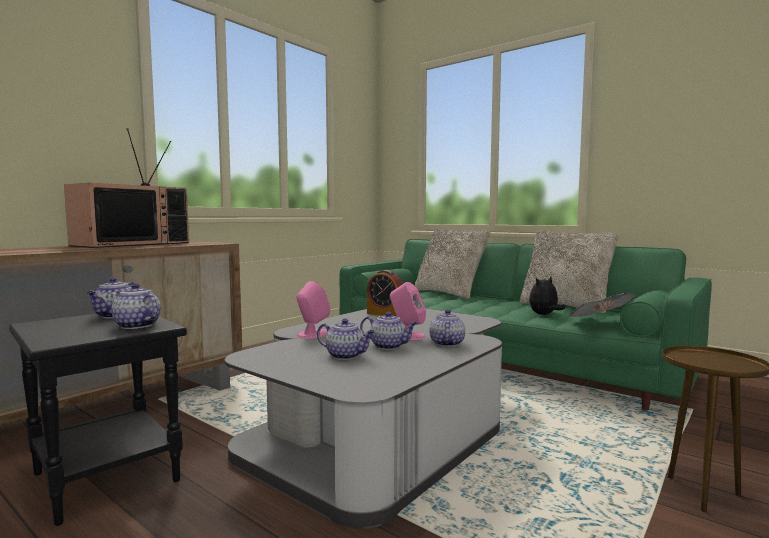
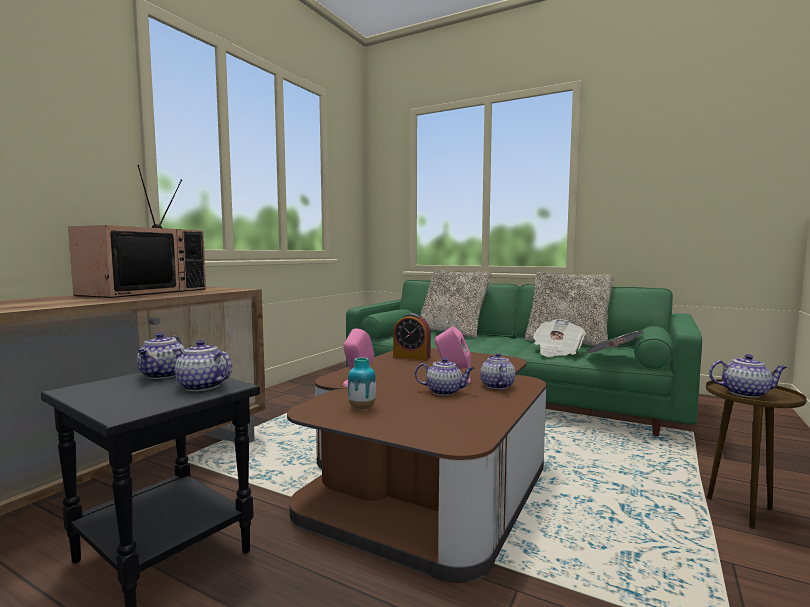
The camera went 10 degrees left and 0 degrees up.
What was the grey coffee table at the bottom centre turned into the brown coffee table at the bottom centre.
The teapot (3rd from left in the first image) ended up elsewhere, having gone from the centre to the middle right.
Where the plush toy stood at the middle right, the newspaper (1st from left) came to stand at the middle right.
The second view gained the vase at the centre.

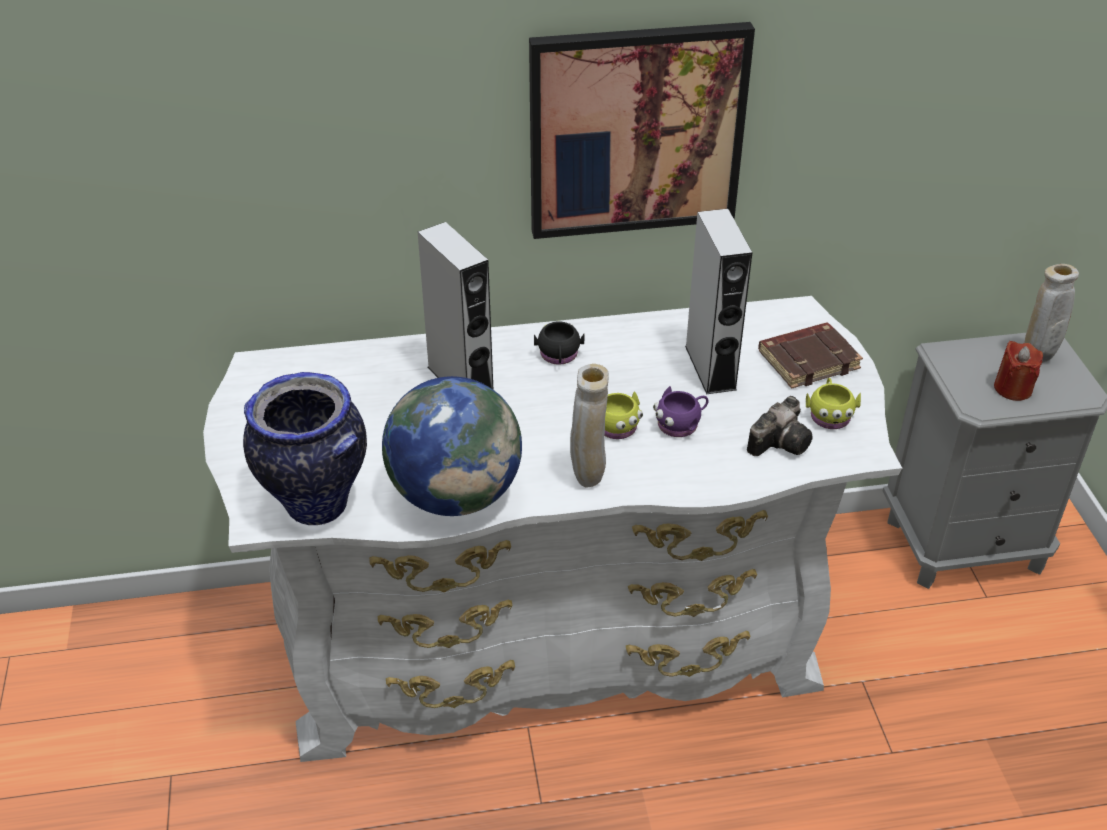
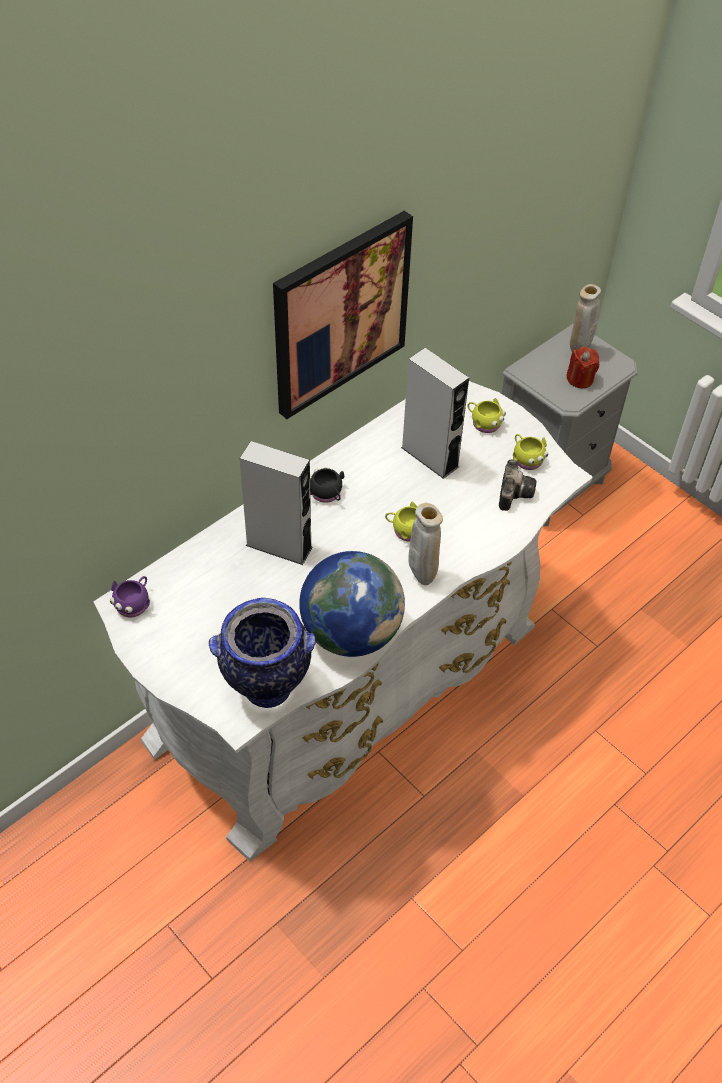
The camera went 35 degrees left and 10 degrees up.
The purple mug ended up elsewhere, having gone from the centre to the middle left.
Where the brown book stood at the middle right, the yellow mug (2nd from left) came to stand at the middle right.

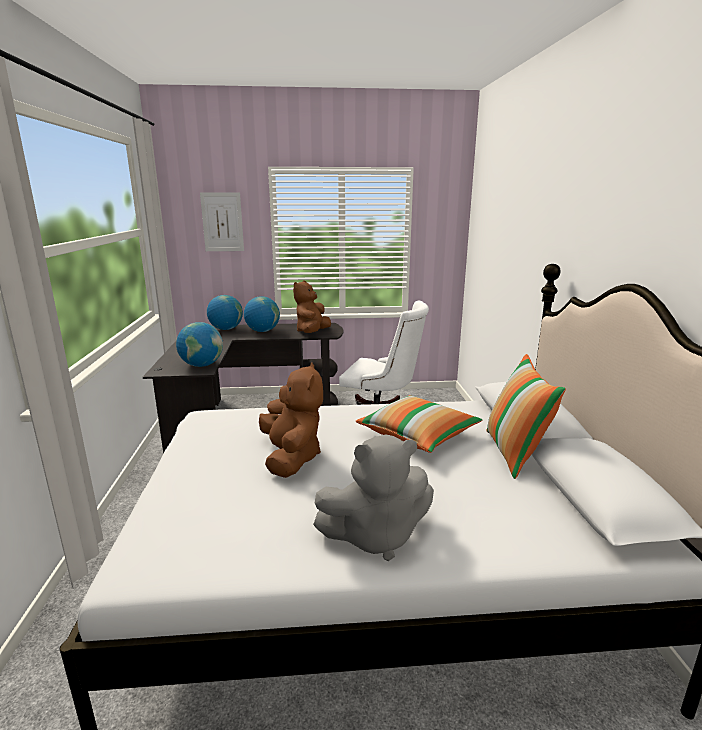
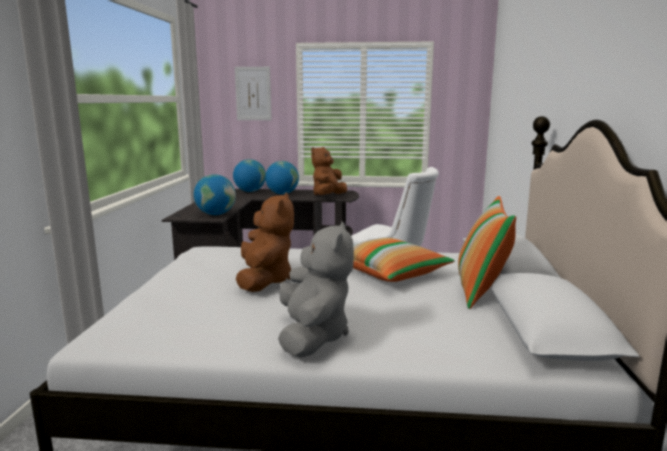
The camera went 10 degrees right and 5 degrees down.
The grey plush toy at the bottom centre ended up facing another way, 90 degrees counterclockwise from before.

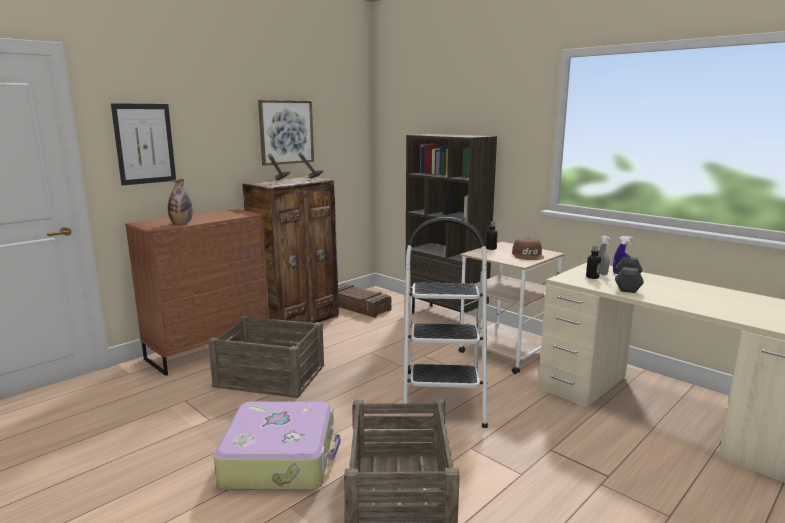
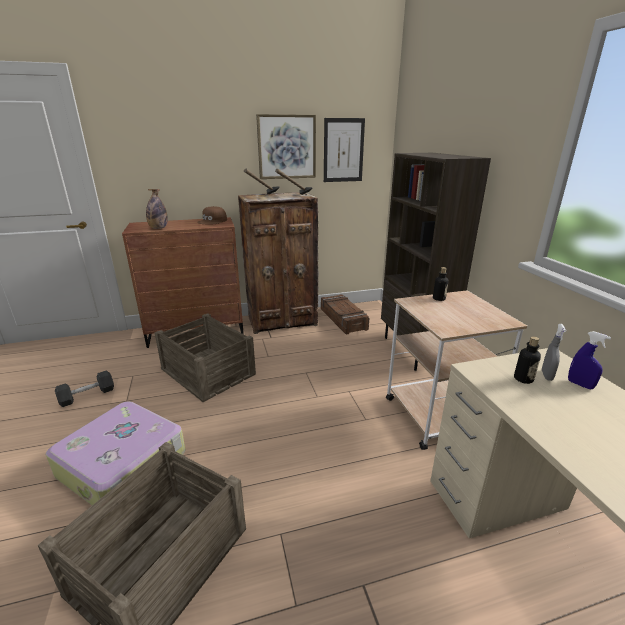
The camera went 30 degrees right and 10 degrees up.
The picture (1st from left in the first image) ended up elsewhere, having gone from the top left to the top centre.
The second view lost the step ladder at the centre.
The brown cap ended up elsewhere, having gone from the middle right to the centre.
The grey dumbbell ended up elsewhere, having gone from the middle right to the middle left.

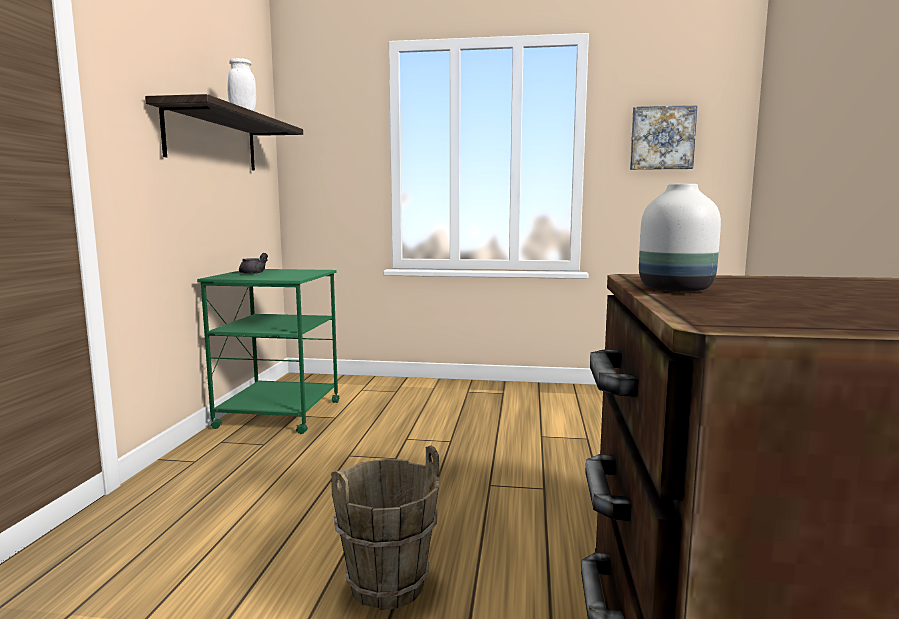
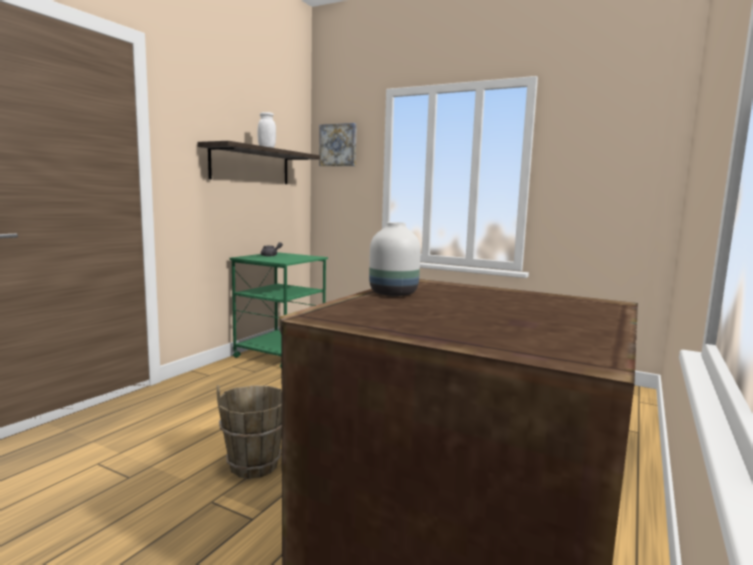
The camera went 20 degrees right and 0 degrees up.
The picture ended up elsewhere, having gone from the top right to the top centre.

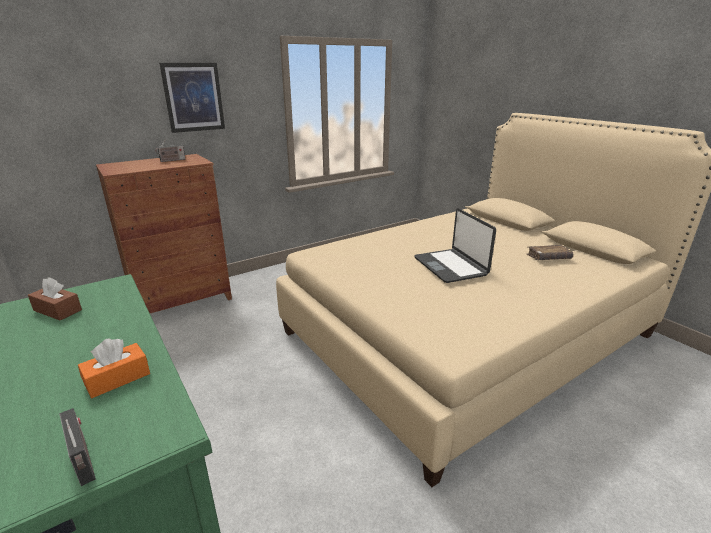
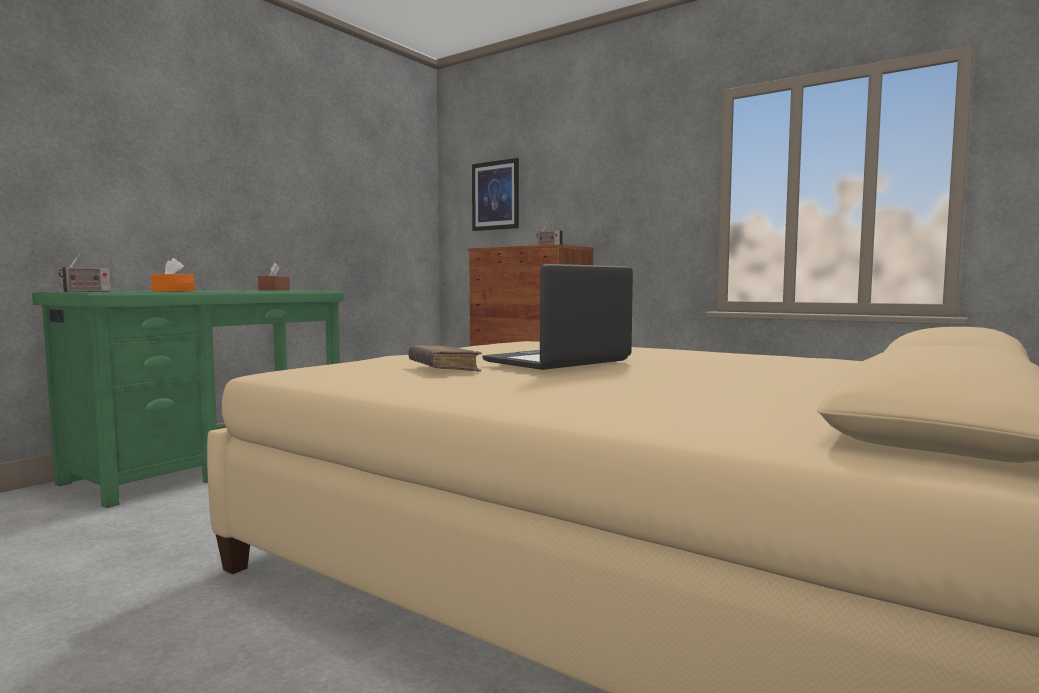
The camera went 70 degrees right and 20 degrees down.
The picture ended up elsewhere, having gone from the top left to the top centre.
The brown book ended up elsewhere, having gone from the middle right to the centre.

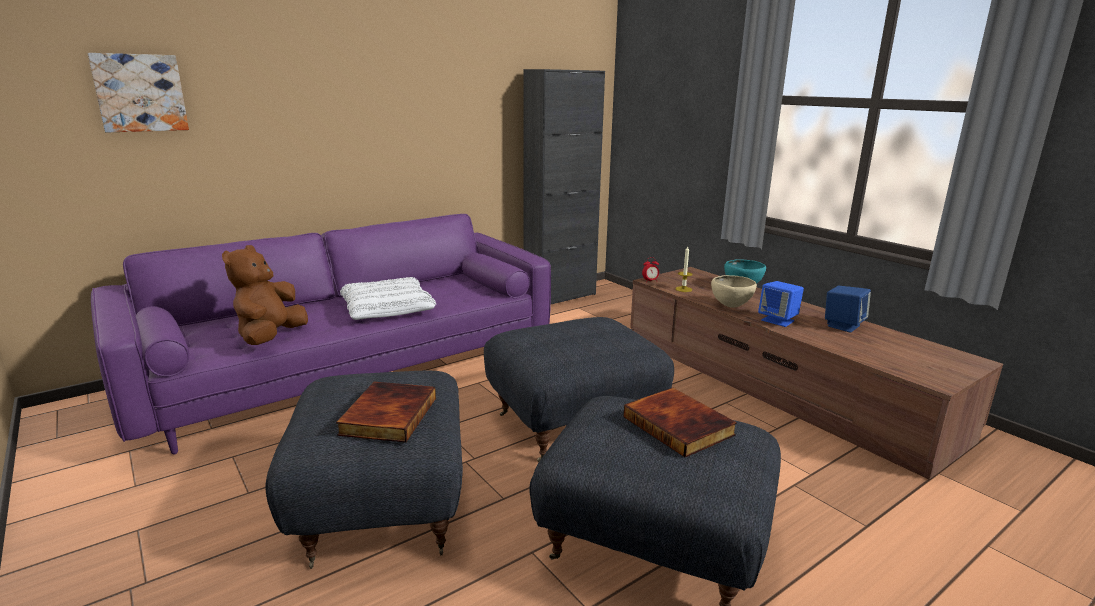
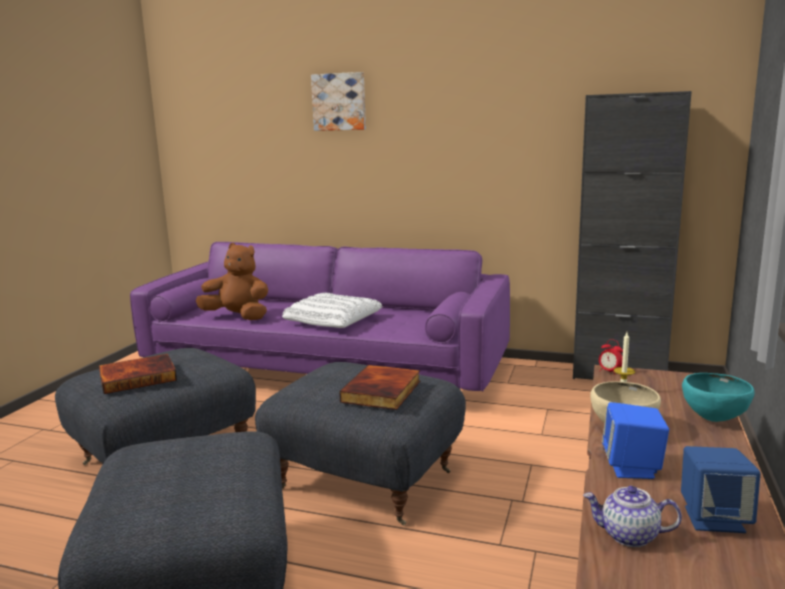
The camera went 55 degrees right and 5 degrees down.
The picture ended up elsewhere, having gone from the top left to the top centre.
The brown plush toy at the middle left ended up facing another way, 45 degrees clockwise from before.
The book (2nd from left) ended up elsewhere, having gone from the bottom centre to the centre.
The second view gained the teapot at the bottom right.

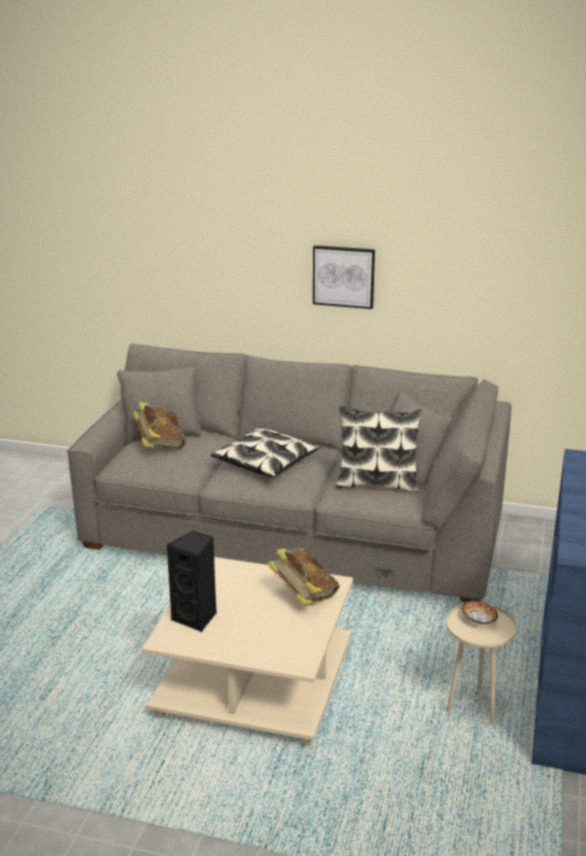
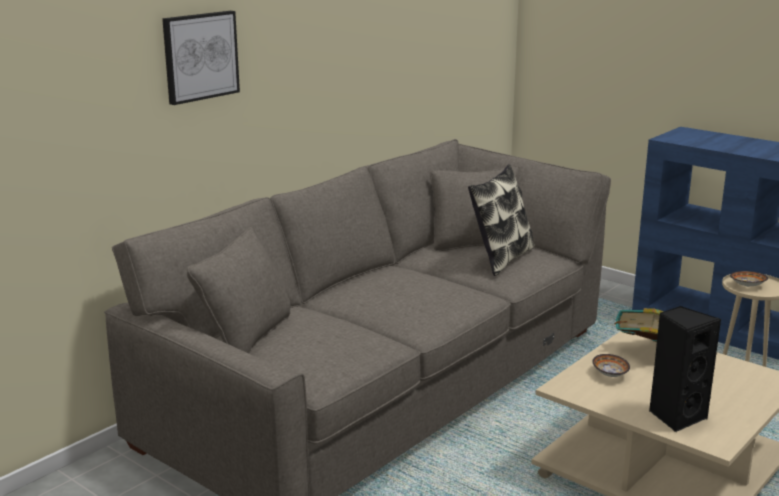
The camera went 65 degrees left and 5 degrees down.
The second view lost the book (1st from left) at the middle left.
The second view lost the pillow (1st from left) at the centre.
The picture ended up elsewhere, having gone from the top centre to the top left.
The second view gained the bowl (1st from left) at the bottom right.

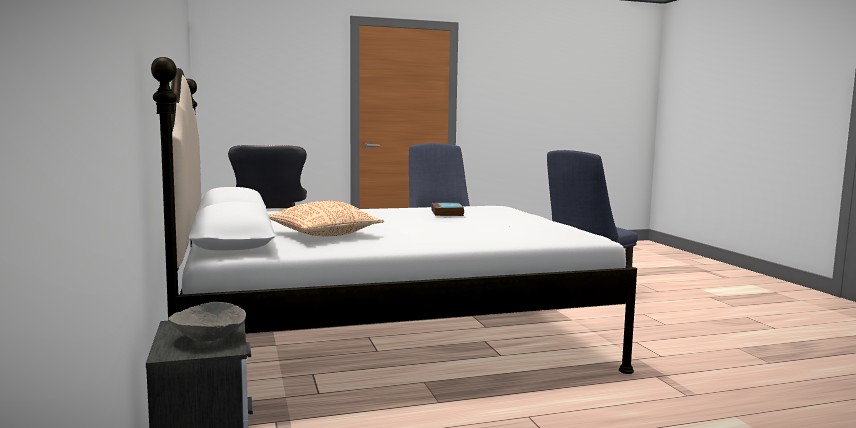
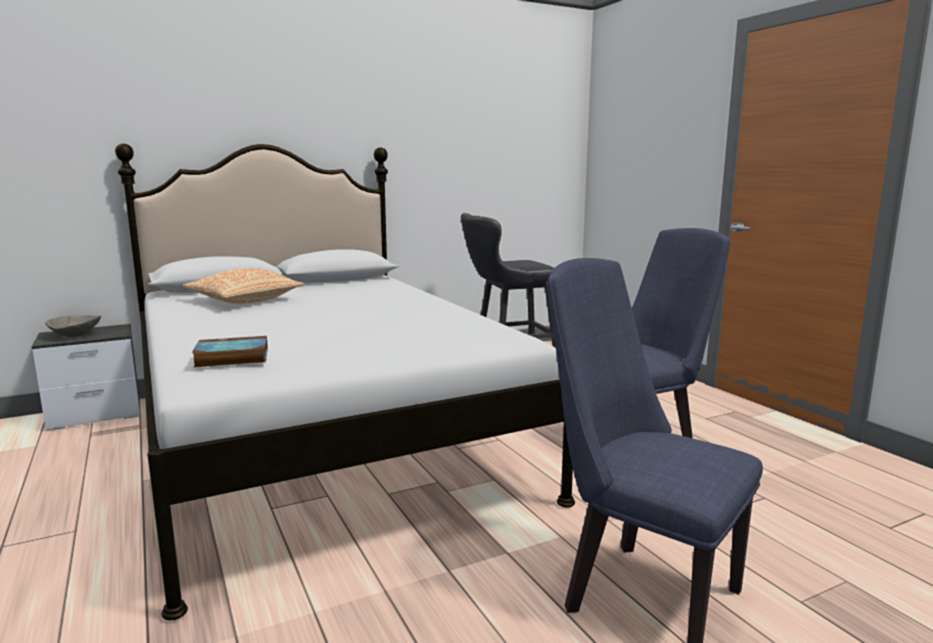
The camera went 80 degrees right and 5 degrees up.
The book ended up elsewhere, having gone from the centre to the middle left.

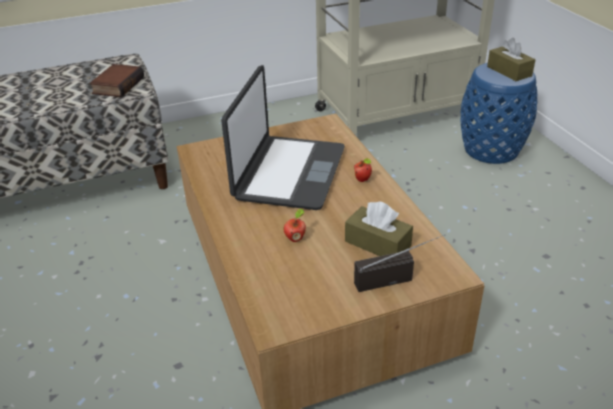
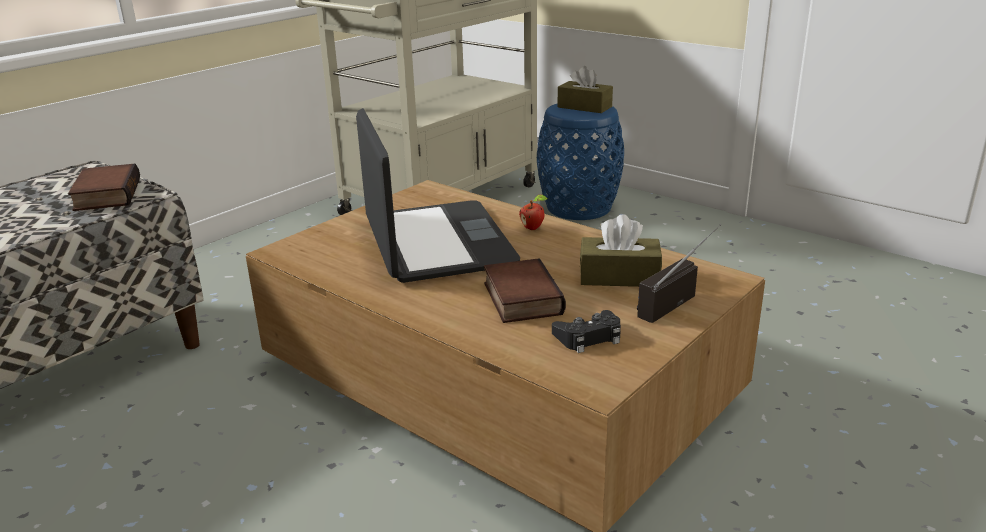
The camera went 30 degrees left and 10 degrees down.
Where the apple (1st from left) stood at the centre, the book (2nd from left) came to stand at the centre.
The second view gained the black game controller at the centre.

